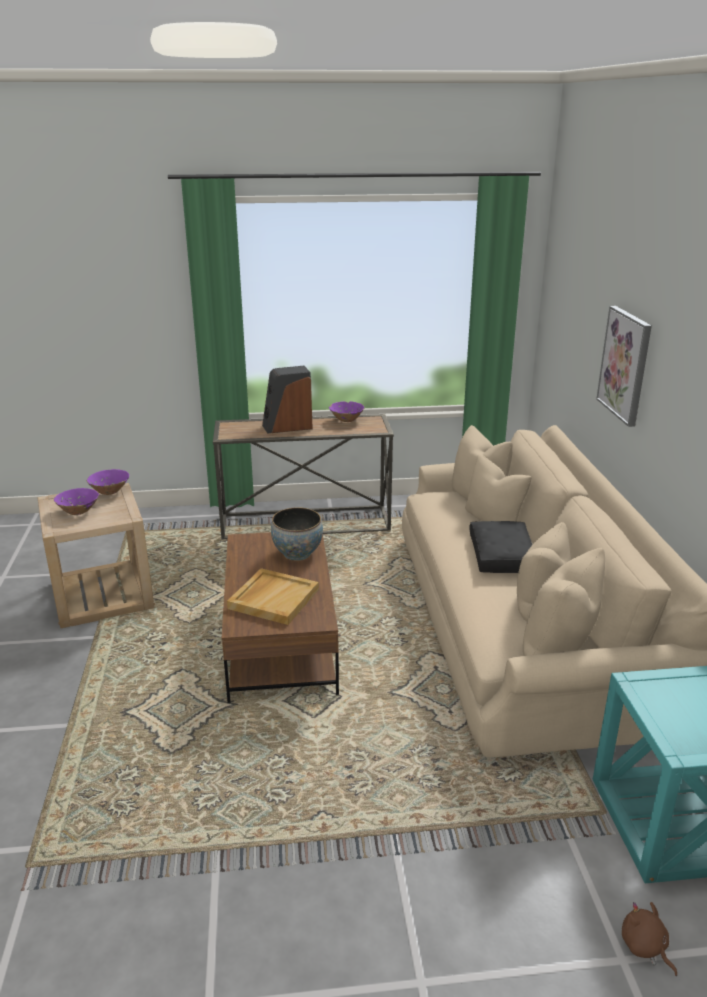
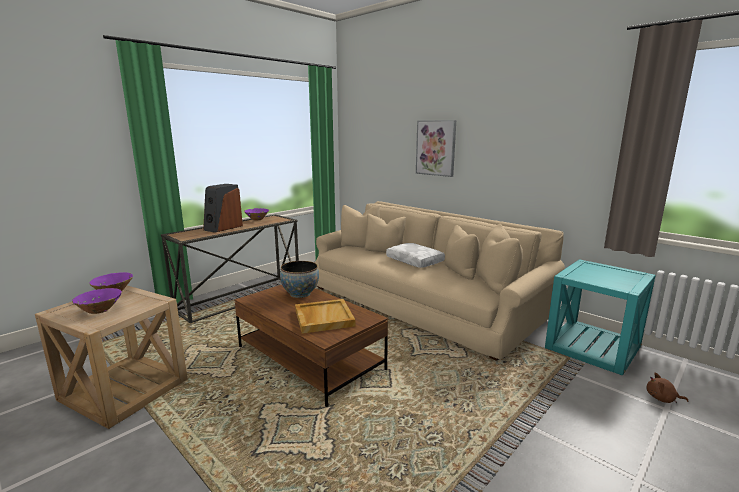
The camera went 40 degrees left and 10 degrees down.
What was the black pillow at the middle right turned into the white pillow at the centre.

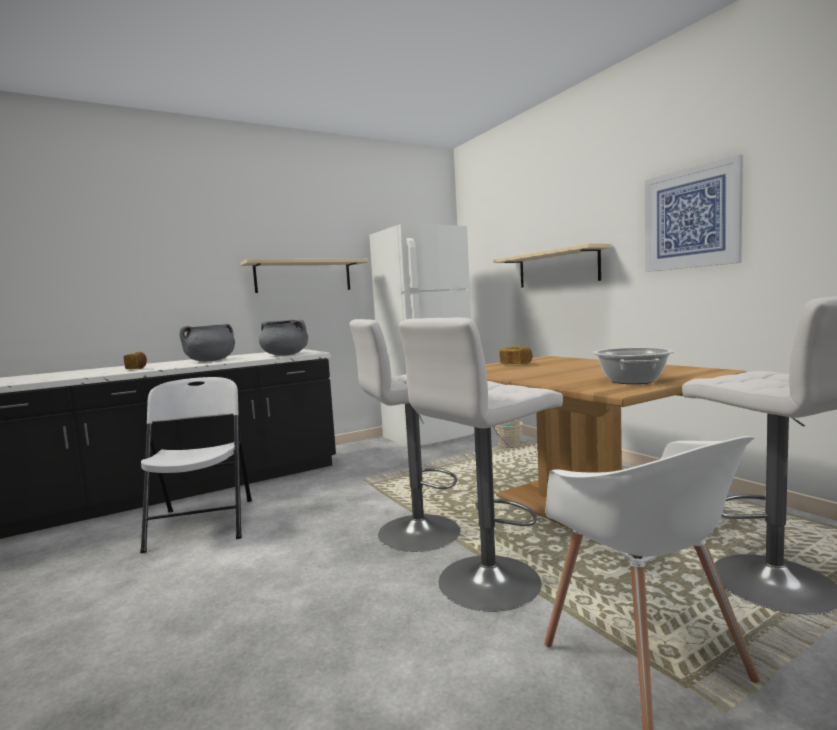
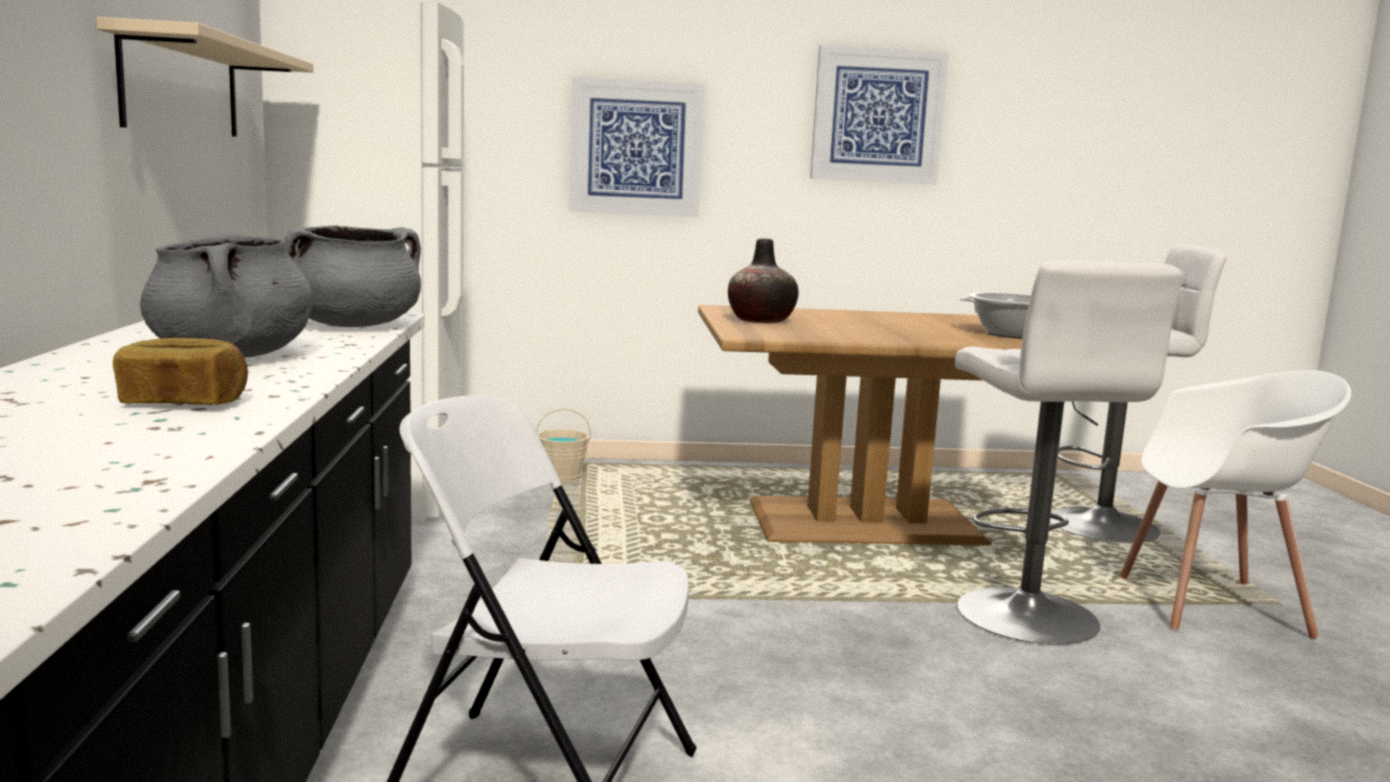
The camera went 65 degrees left and 5 degrees up.
The second view lost the white stool (1st from left) at the centre.
Where the beige shelf (2nd from left) hung at the centre, the picture (1st from left) came to hang at the top centre.
Where the bread (2nd from left) stood at the centre, the vase came to stand at the centre.

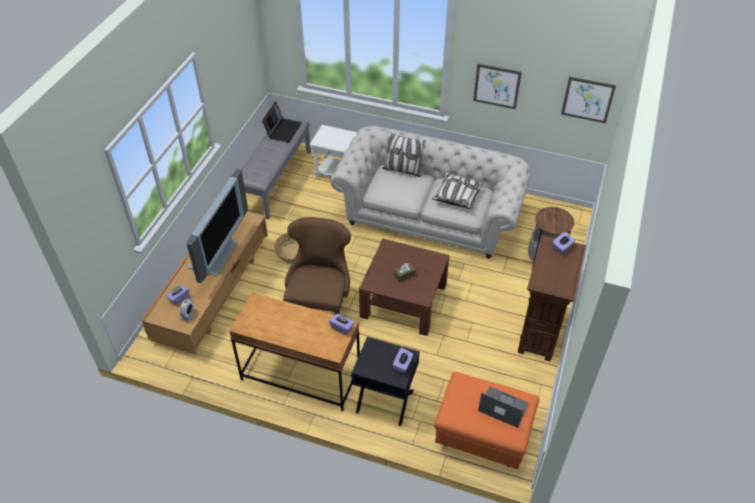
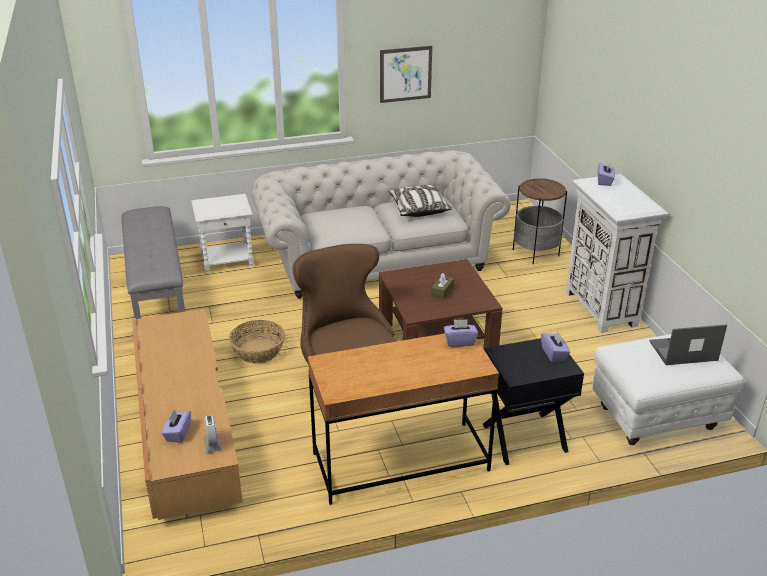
The camera went 35 degrees left and 15 degrees down.
The second view lost the television at the middle left.
The second view lost the laptop (1st from left) at the top centre.
The second view lost the pillow (1st from left) at the top centre.
What was the orange ottoman at the bottom centre turned into the white ottoman at the bottom right.
What was the brown cabinet at the middle right turned into the white cabinet at the middle right.
The second view lost the picture (2nd from left) at the top right.

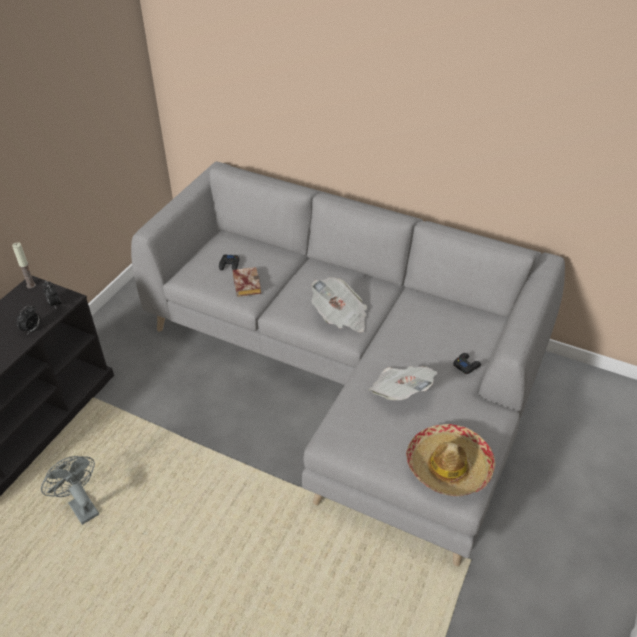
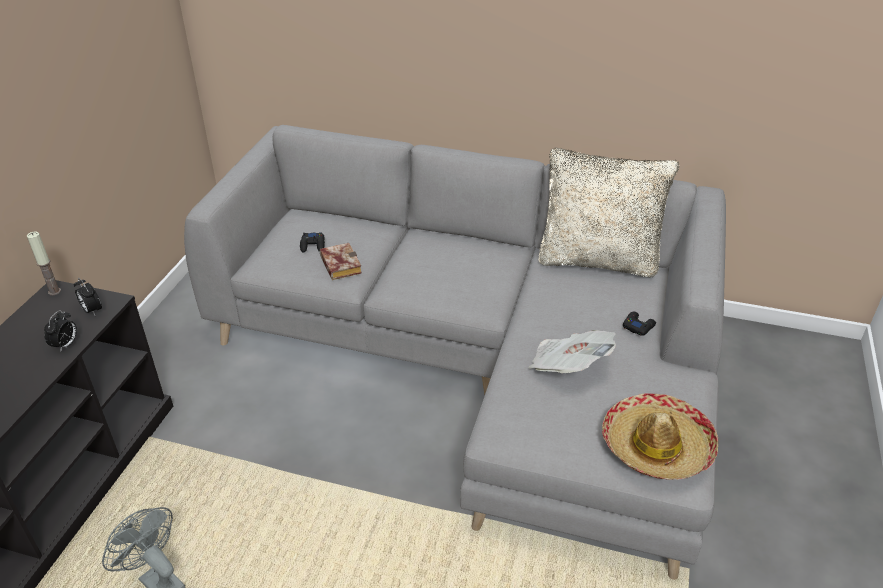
The camera went 10 degrees left and 5 degrees down.
The second view lost the newspaper (1st from left) at the centre.
The second view gained the beige pillow at the middle right.

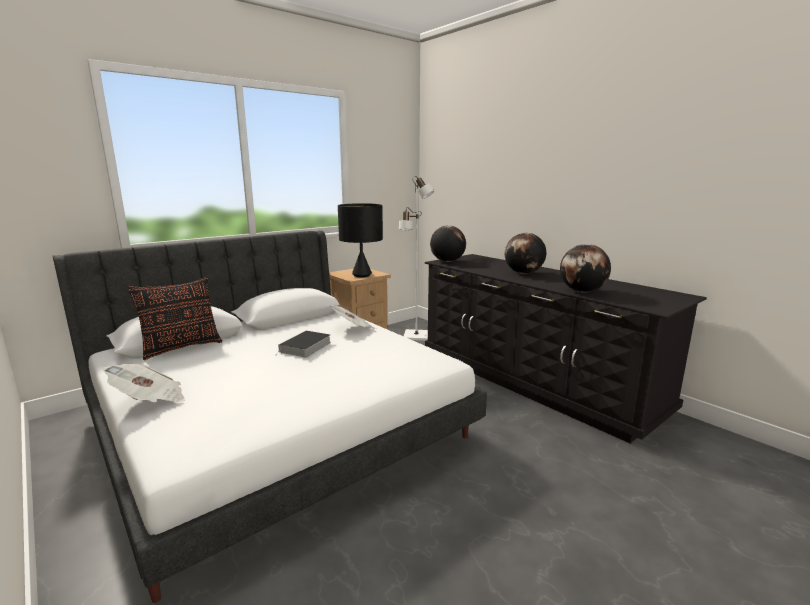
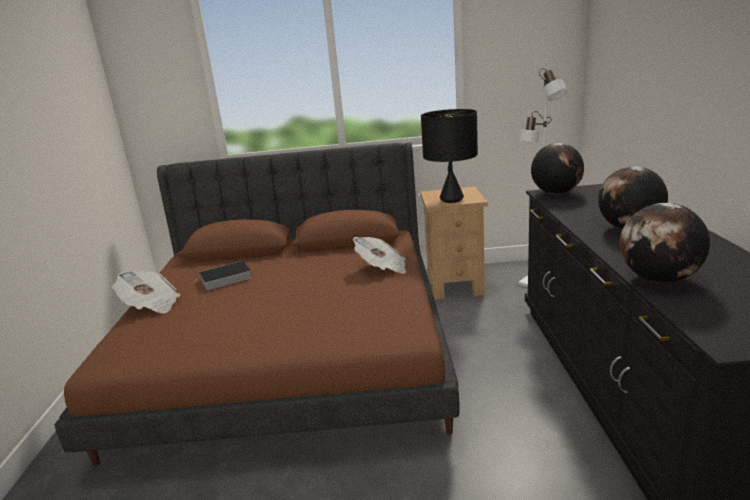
The camera went 40 degrees right and 5 degrees up.
What was the white bed at the bottom centre turned into the brown bed at the centre.
The second view lost the black pillow at the middle left.
The book ended up elsewhere, having gone from the centre to the middle left.

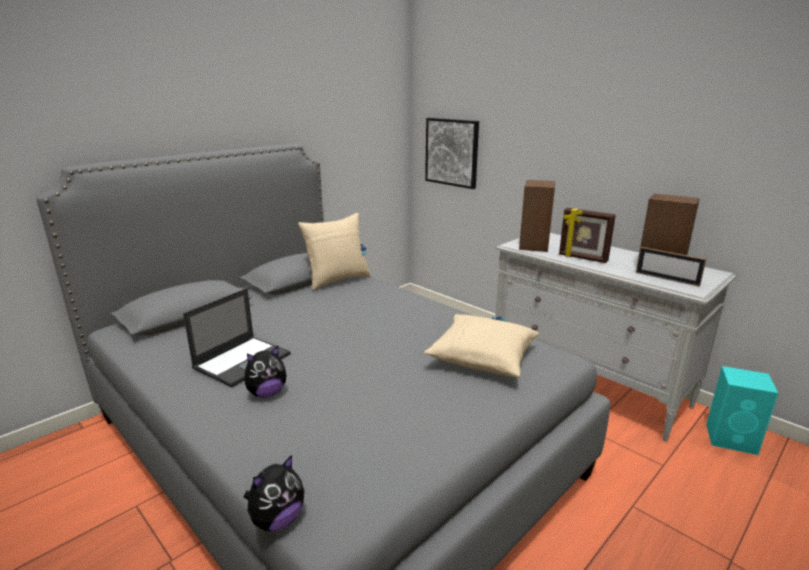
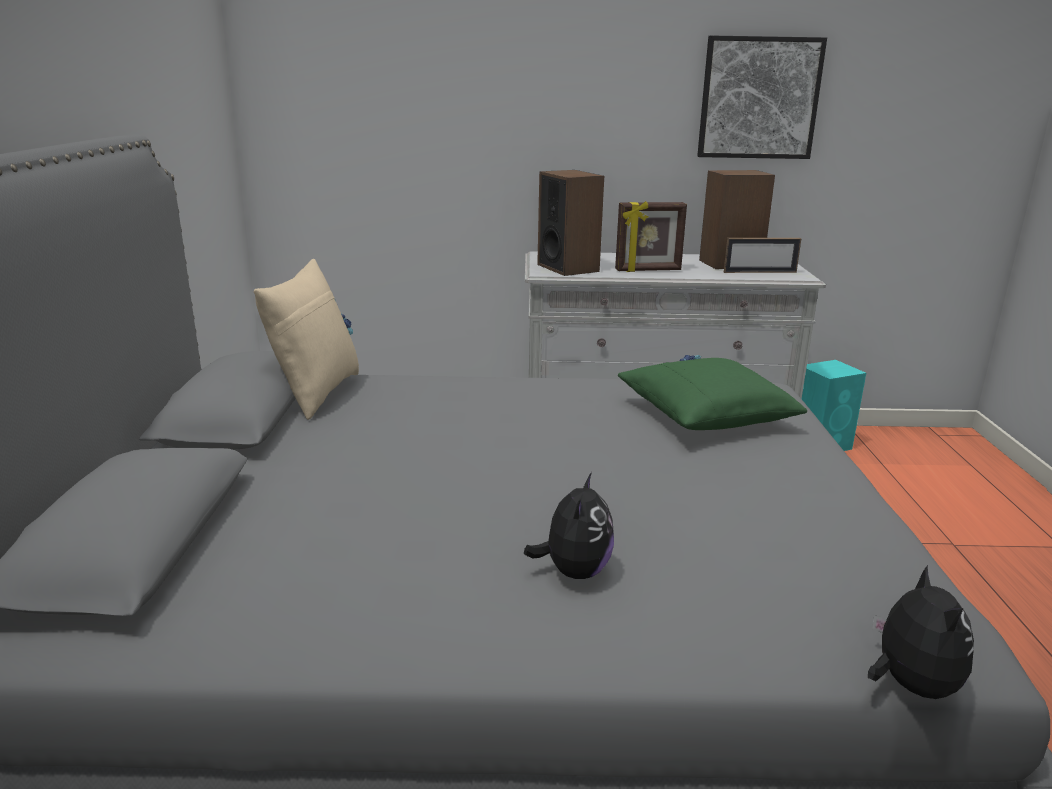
The camera went 45 degrees left and 0 degrees up.
The second view lost the laptop at the middle left.
What was the beige pillow (2nd from left) at the centre turned into the green pillow at the middle right.
The picture ended up elsewhere, having gone from the top centre to the top right.

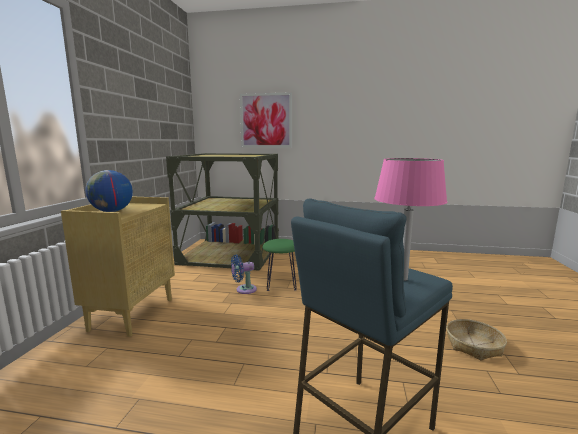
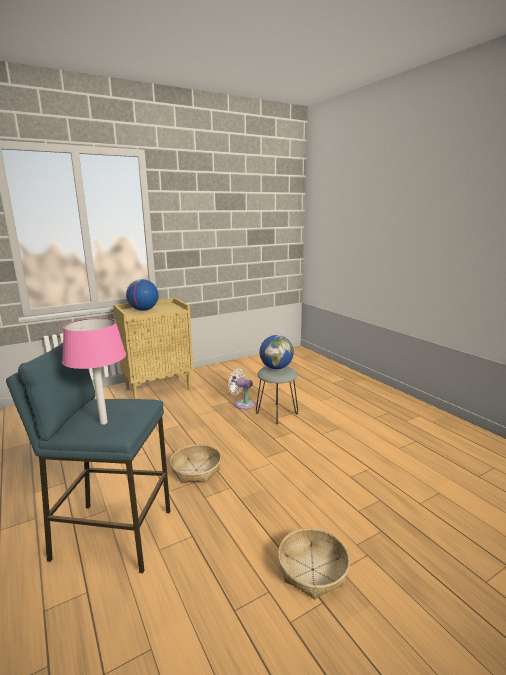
The camera went 50 degrees right and 5 degrees up.
The second view lost the bookcase at the centre.
What was the blue fan at the centre turned into the white fan at the centre.
The second view lost the picture at the top centre.
What was the green stool at the centre turned into the grey stool at the centre.
The second view gained the basket (1st from left) at the bottom centre.
The second view gained the globe (2nd from left) at the centre.

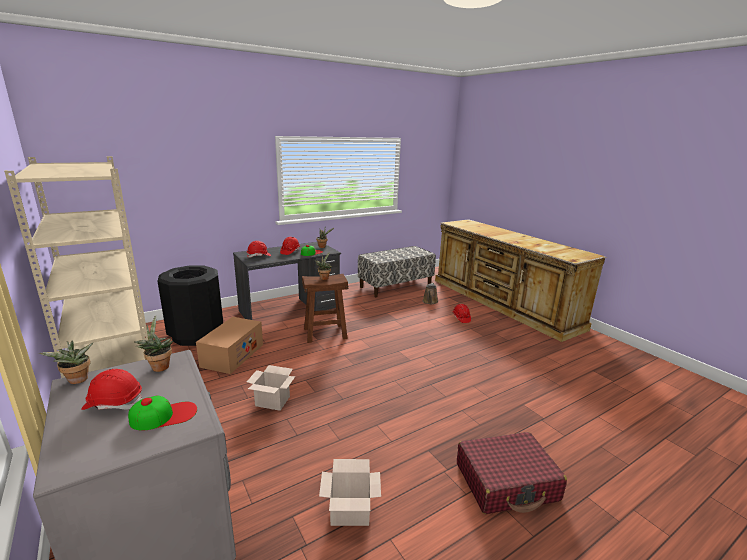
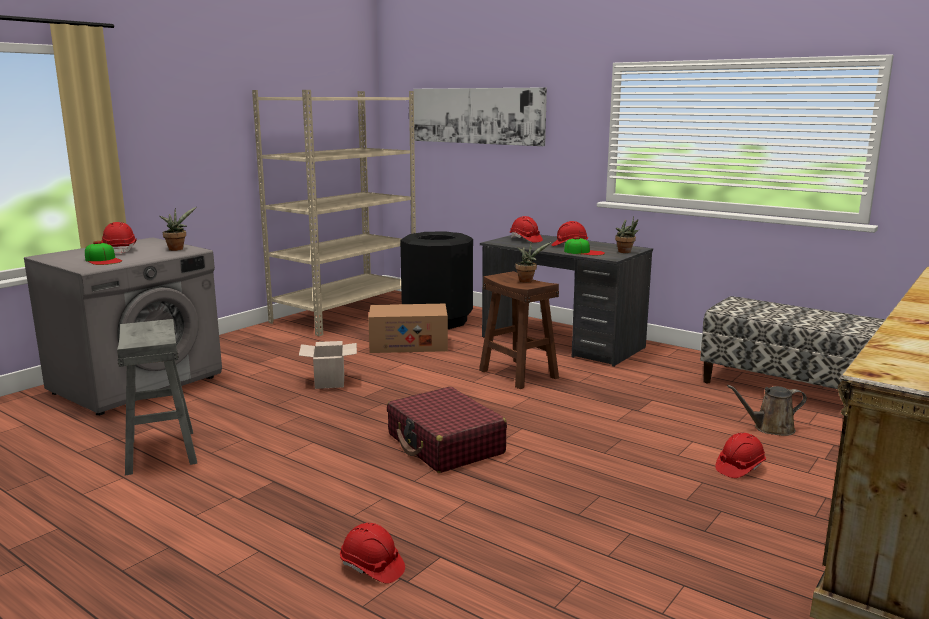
The camera went 70 degrees right and 5 degrees down.
The second view lost the potted plant (1st from left) at the middle left.
Where the cardboard box (3rd from left) stood at the bottom centre, the grey stool came to stand at the middle left.
The red suitcase ended up elsewhere, having gone from the bottom right to the bottom centre.
The second view gained the red hard hat (2nd from left) at the bottom centre.
The second view gained the picture at the top centre.

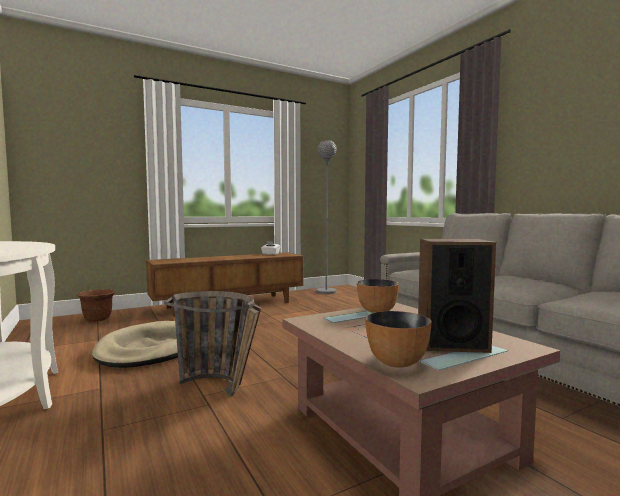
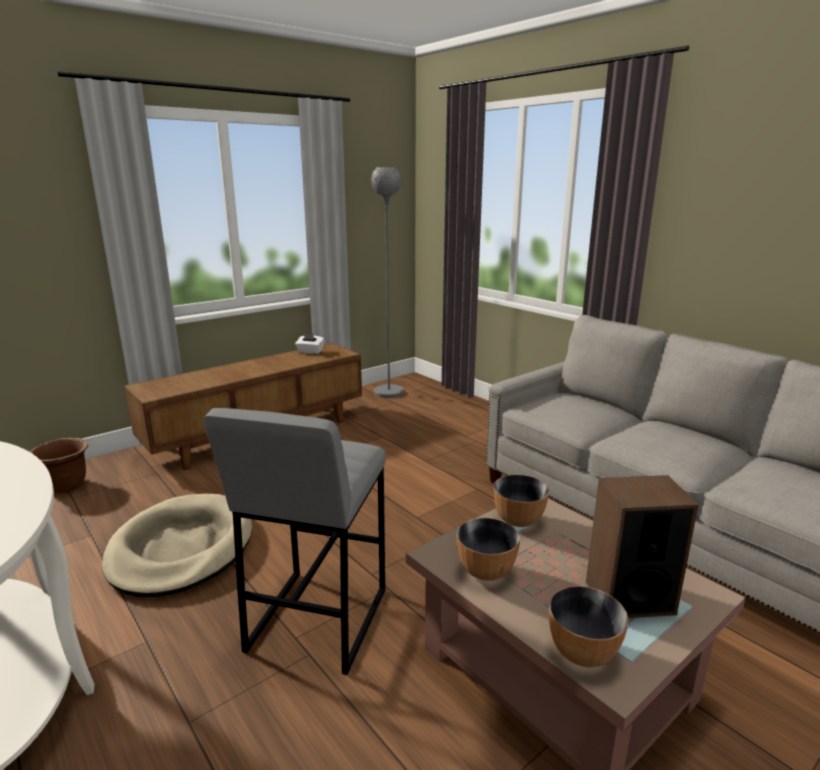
The camera went 10 degrees left and 15 degrees up.
Where the basket stood at the bottom centre, the grey stool came to stand at the bottom centre.
The second view gained the bowl (1st from left) at the bottom centre.

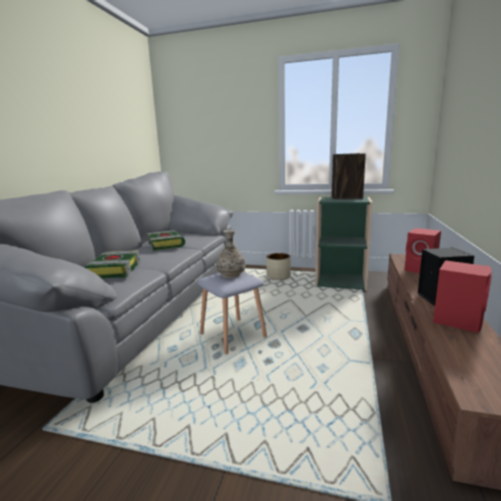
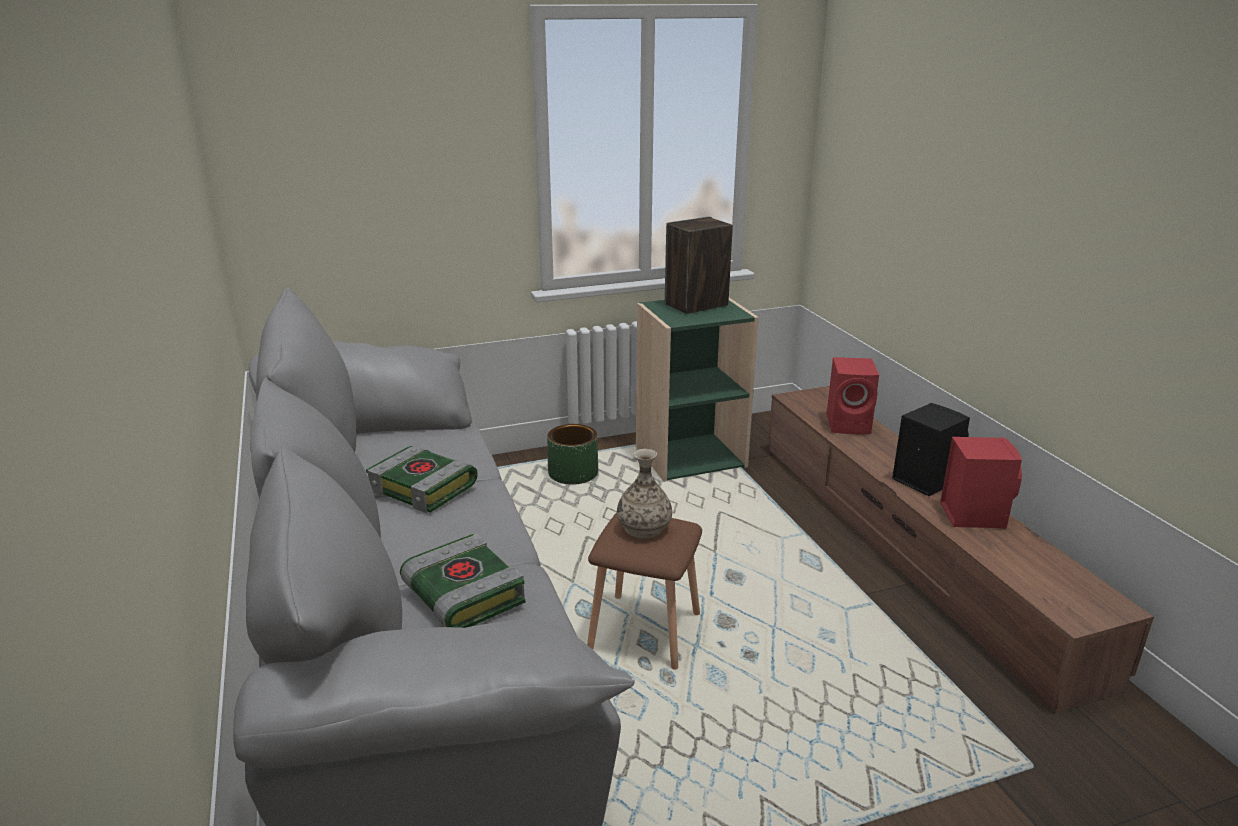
The camera went 35 degrees left and 10 degrees up.
What was the grey stool at the centre turned into the brown stool at the bottom centre.
What was the beige planter at the centre turned into the green planter at the centre.

